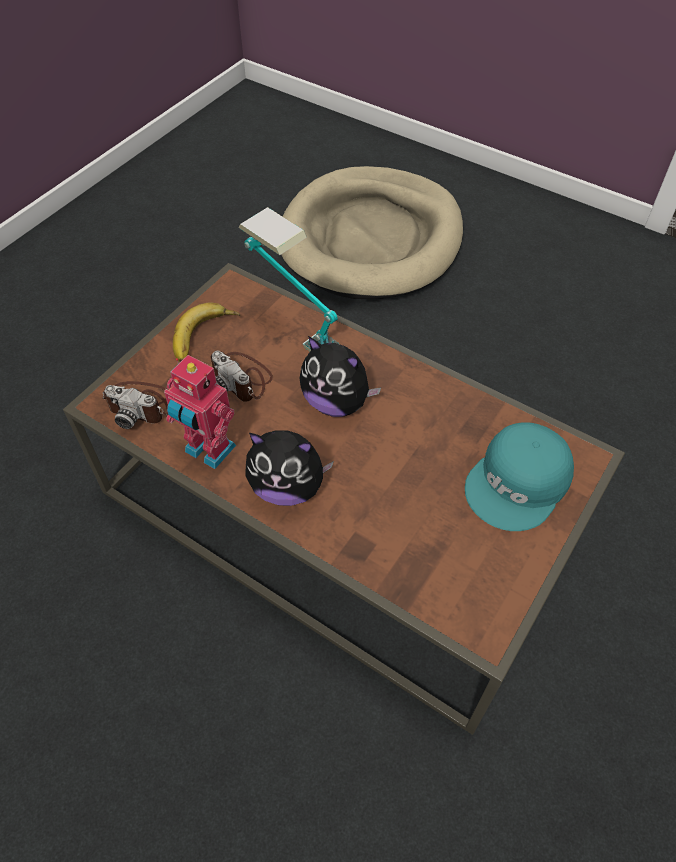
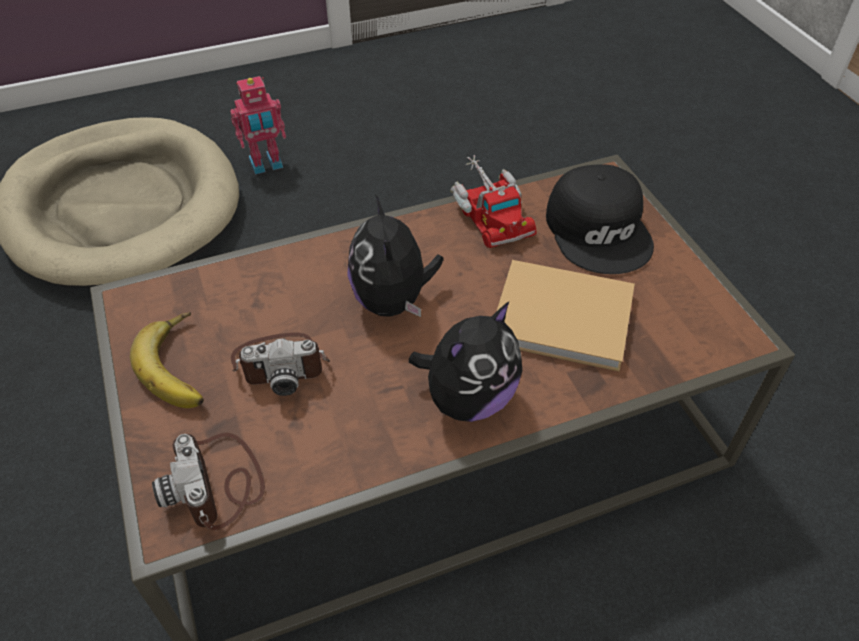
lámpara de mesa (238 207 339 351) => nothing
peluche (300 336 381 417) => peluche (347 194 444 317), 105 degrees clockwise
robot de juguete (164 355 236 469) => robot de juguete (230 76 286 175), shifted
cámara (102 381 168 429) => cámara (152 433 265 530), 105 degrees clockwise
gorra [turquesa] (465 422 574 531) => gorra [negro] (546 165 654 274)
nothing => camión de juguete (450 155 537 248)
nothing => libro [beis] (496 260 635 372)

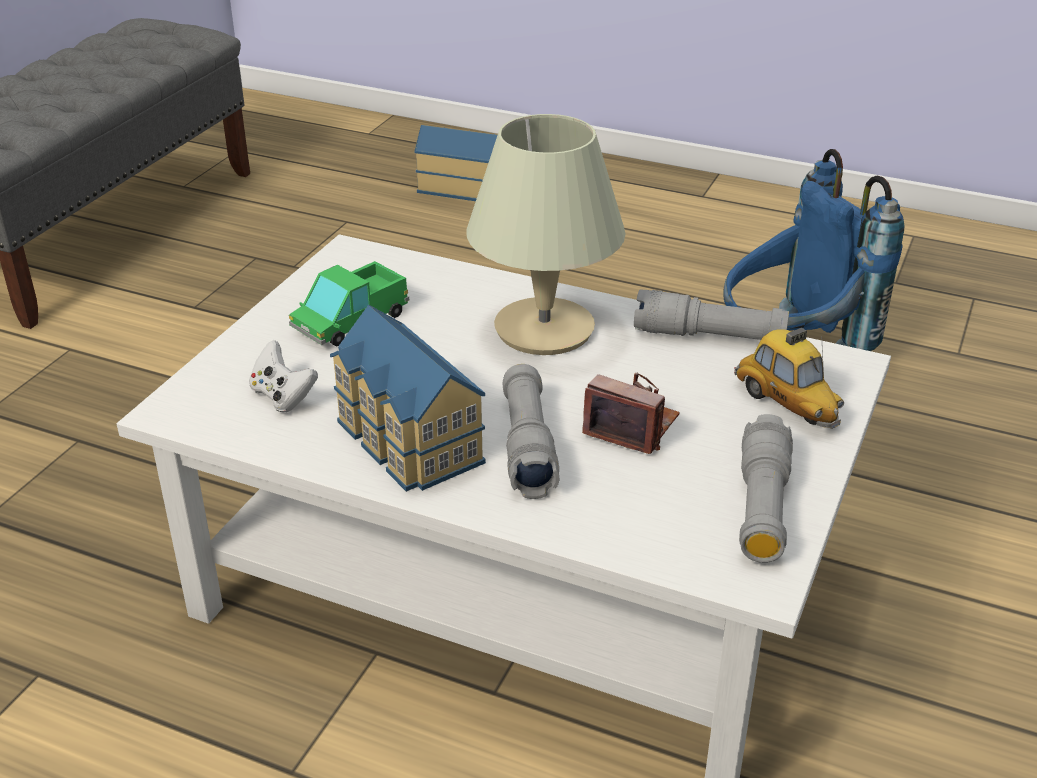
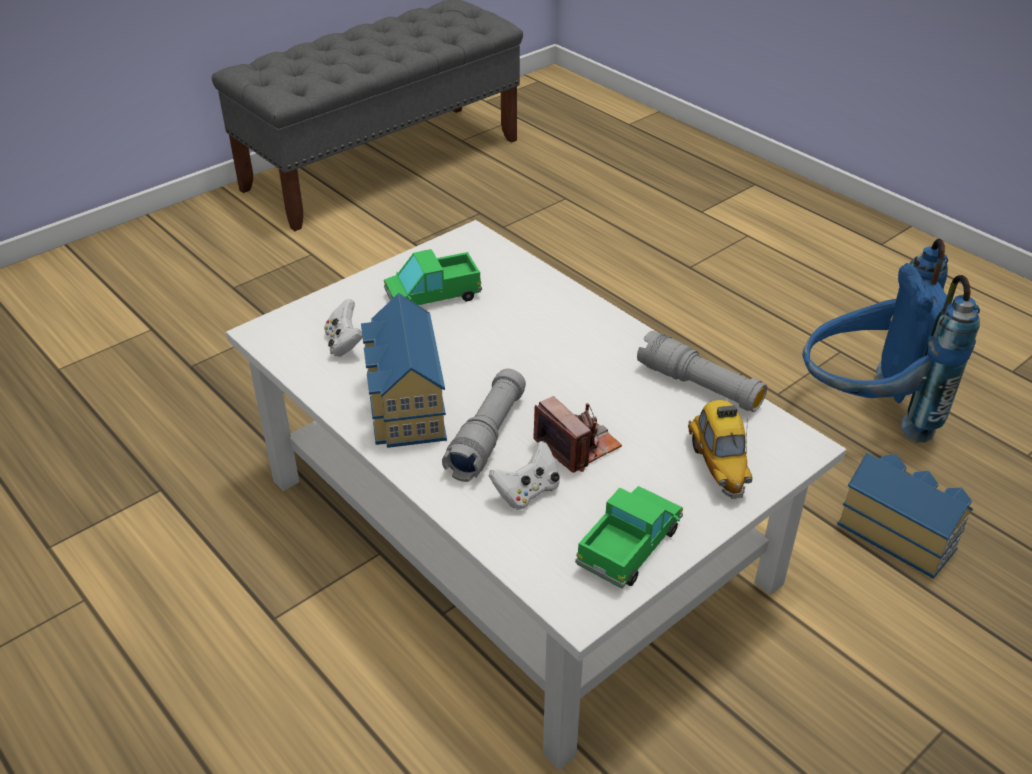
lámpara de mesa [beis] (467 114 626 355) => nothing
casita (414 125 497 201) => casita (837 453 973 579), shifted
linterna [gris] (739 414 793 563) => camión de juguete (575 486 683 589)
nothing => mando de consola [blanco] (489 441 560 510)

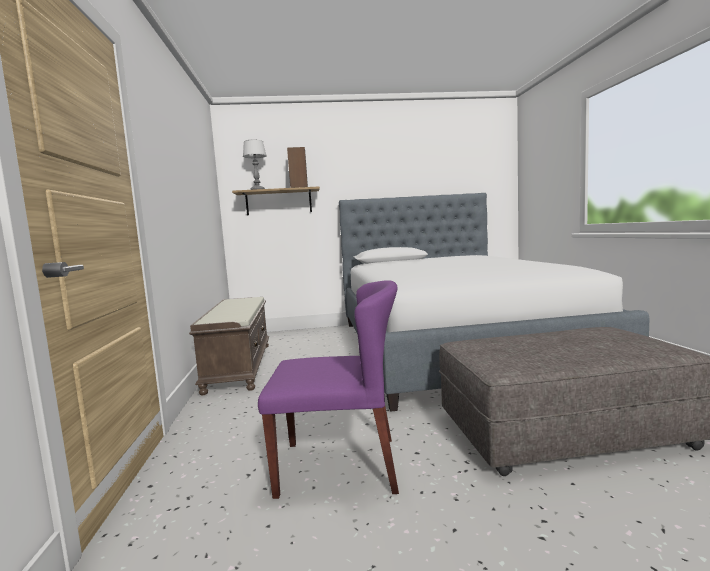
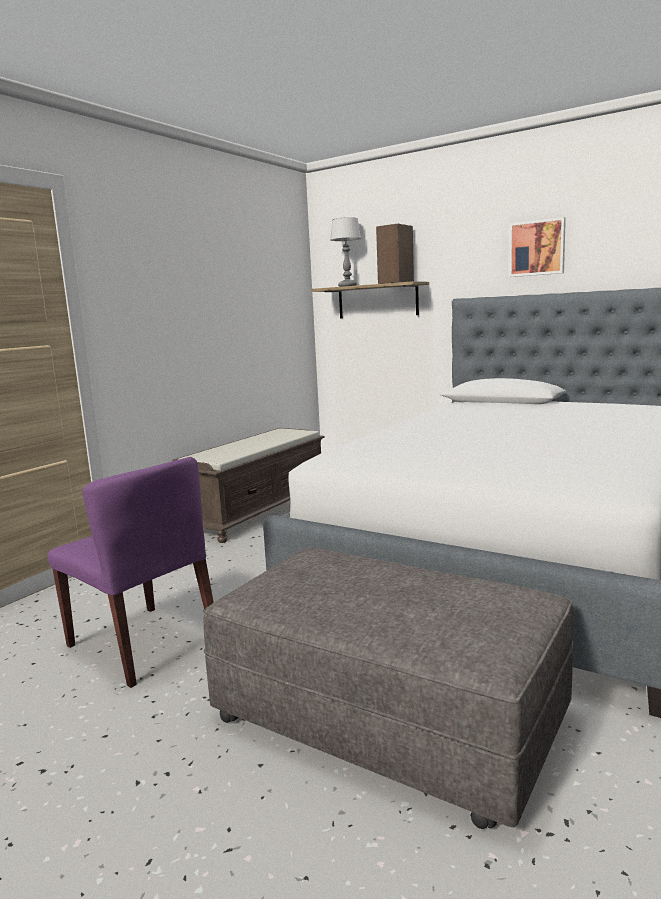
nothing => cuadro (509 217 566 277)

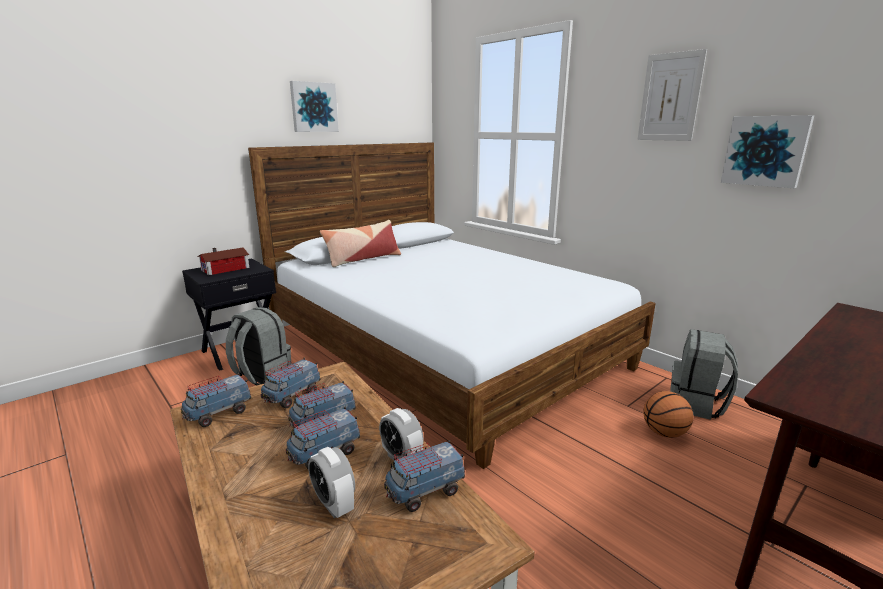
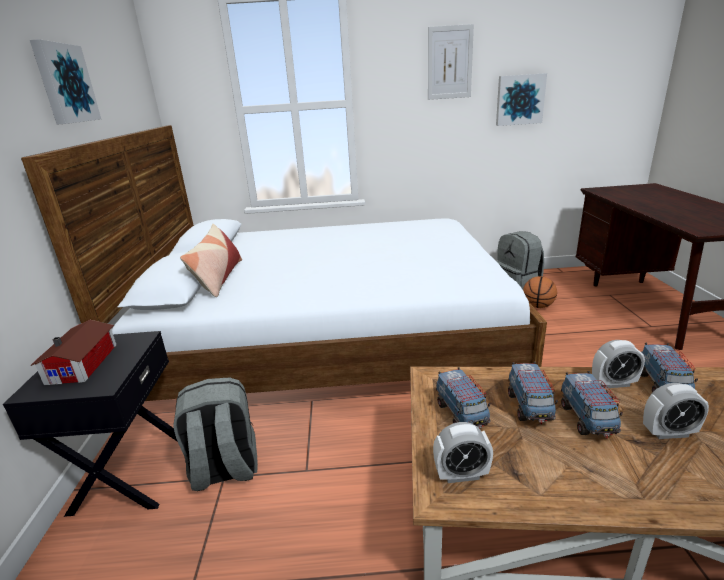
camión de juguete (181 373 251 427) => despertador (433 422 493 483)

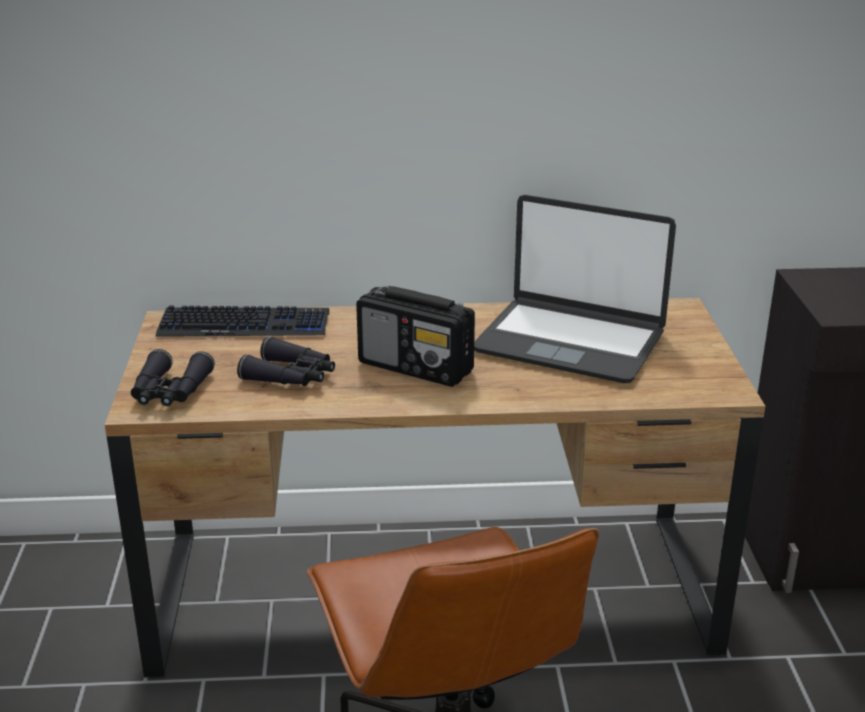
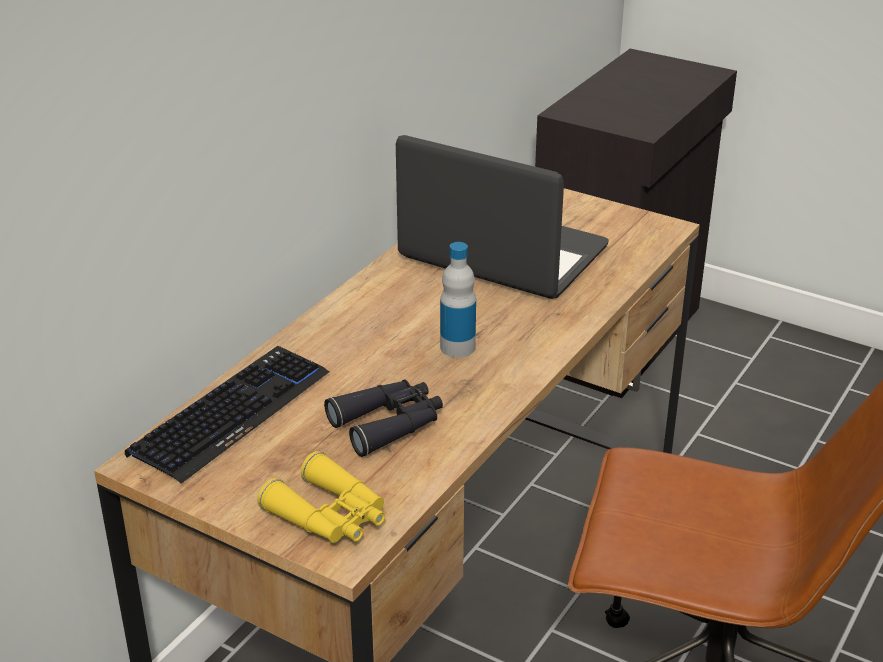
portátil (474 195 676 383) => portátil (396 135 608 299), 120 degrees counterclockwise
radio (356 286 475 387) => botella (440 242 476 358)
prismáticos [negro] (131 349 215 406) => prismáticos [amarillo] (257 451 385 543)

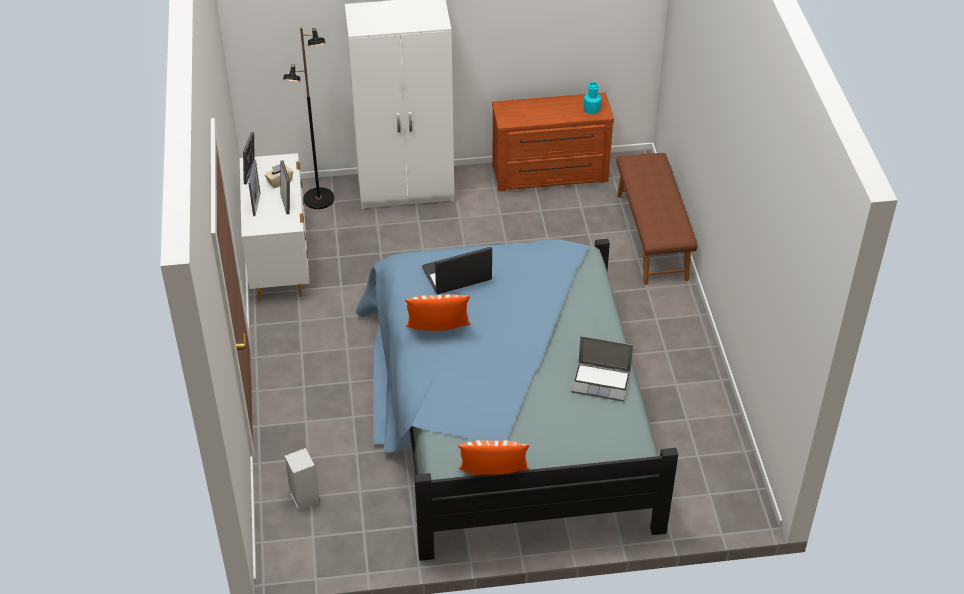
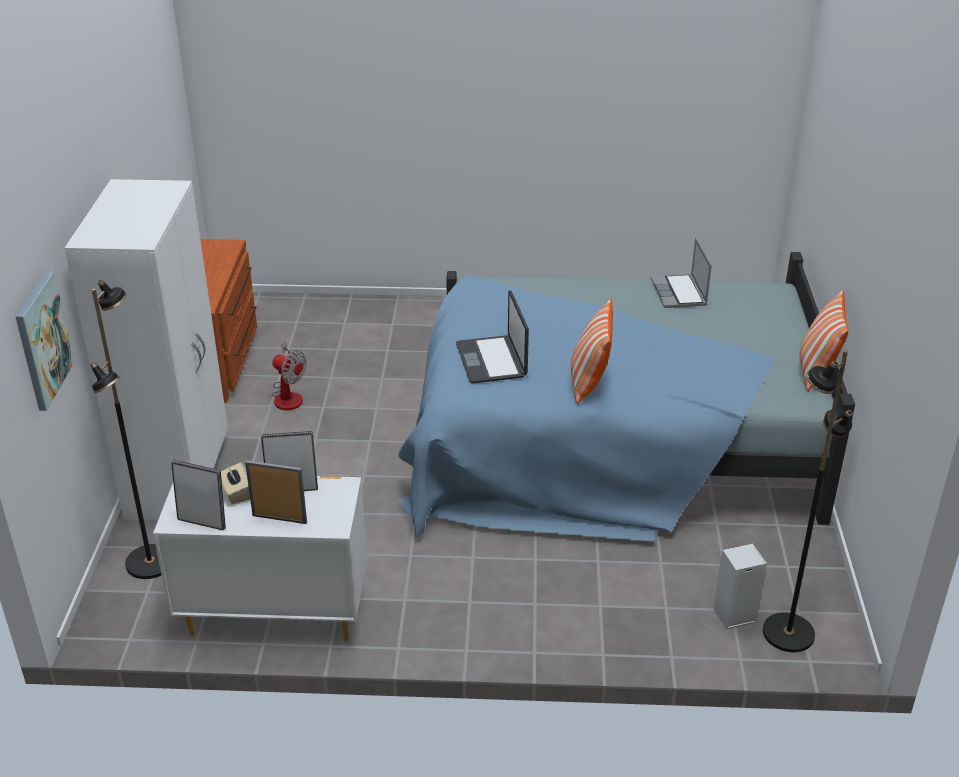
botella [turquesa] (584 82 601 114) => nothing
banco [marrón] (616 153 698 285) => nothing
portátil (571 336 633 402) => portátil (651 237 712 308), 150 degrees clockwise
nothing => cuadro (15 271 75 411)
nothing => ventilador (272 341 307 410)
nothing => lámpara de pie [negro] (763 350 853 652)

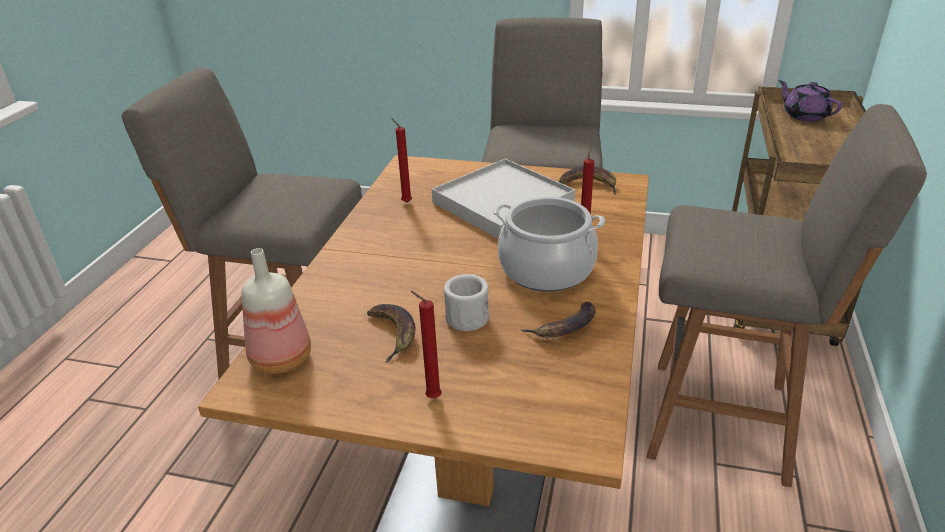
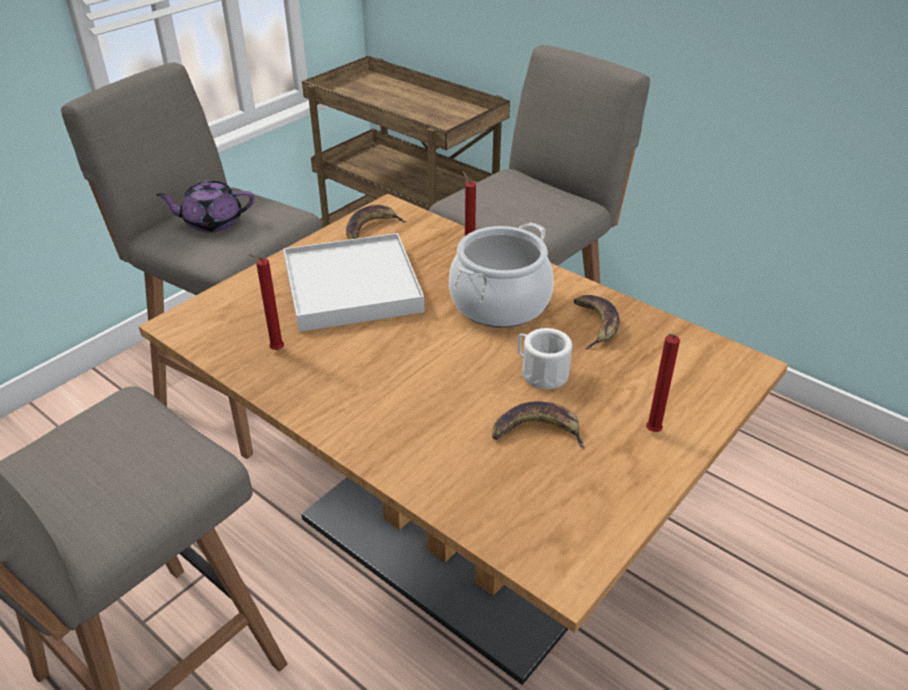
tetera [morado] (778 80 842 122) => tetera [morado] (156 180 254 232), shifted
botella (242 248 311 374) => nothing

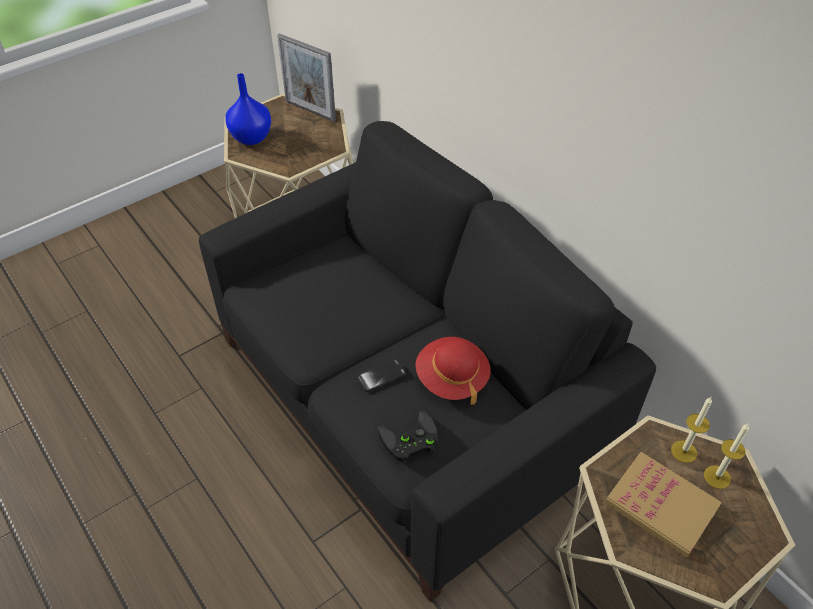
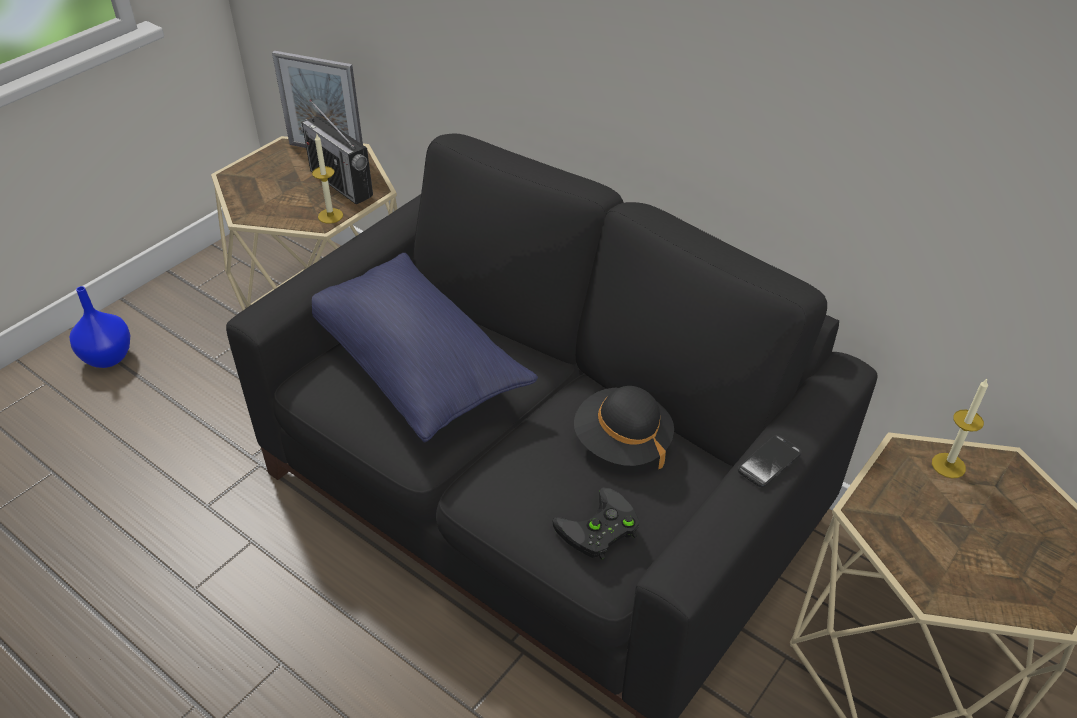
florero [azul] (225 73 271 145) => florero [azul] (70 286 130 368), shifted
sombrero [rojo] (416 337 491 405) => sombrero [negro] (574 386 674 469)
móvil (357 359 405 392) => móvil (738 435 801 488), shifted
vela (704 424 749 489) => vela (312 134 343 223), shifted
libro (605 452 722 558) => nothing
nothing => radio (301 100 373 204)
nothing => cojín [azul] (312 253 538 443)

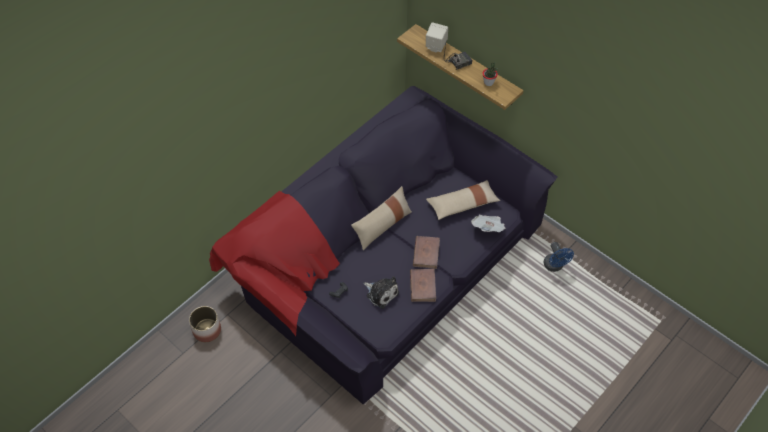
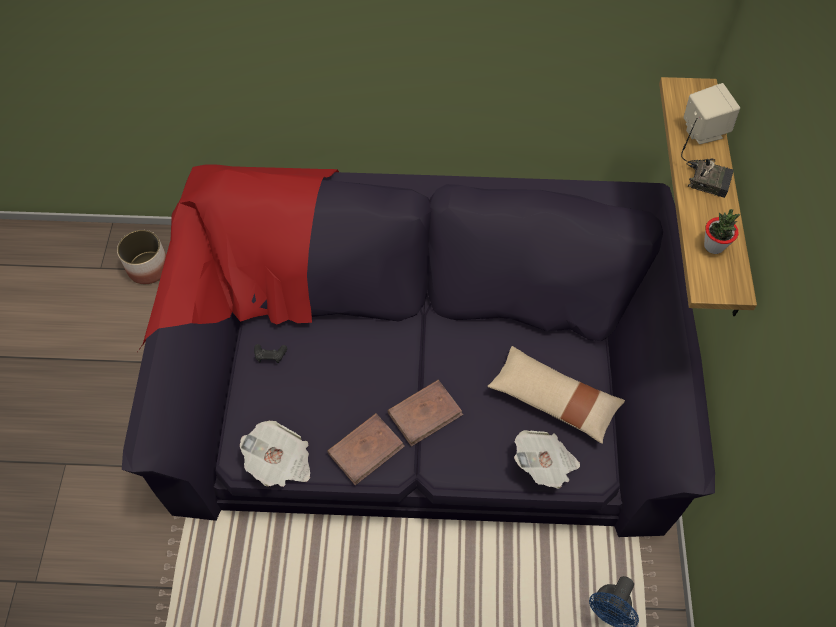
cojín [beis] (351 186 412 250) => nothing
peluche (364 276 399 309) => nothing
nothing => periódico (240 421 310 487)

